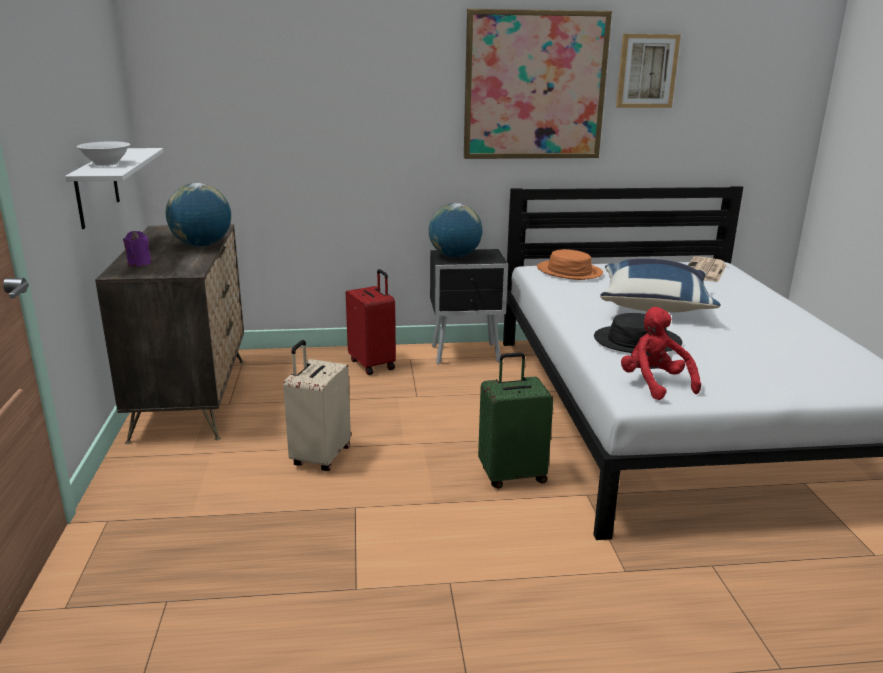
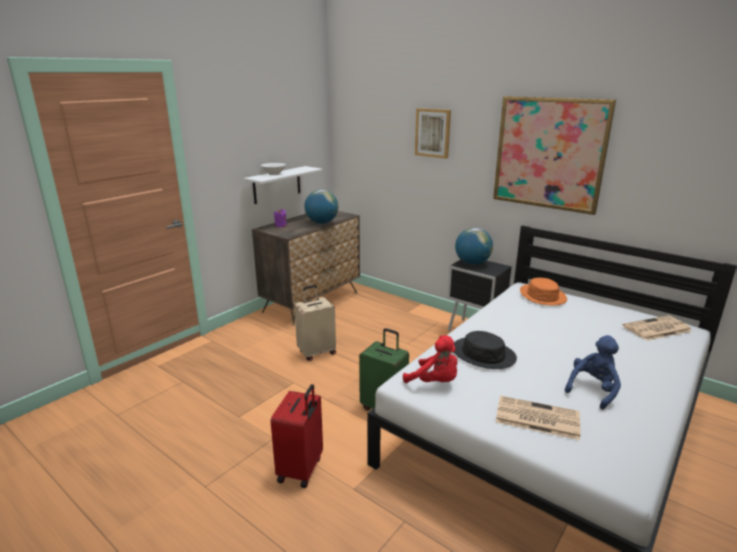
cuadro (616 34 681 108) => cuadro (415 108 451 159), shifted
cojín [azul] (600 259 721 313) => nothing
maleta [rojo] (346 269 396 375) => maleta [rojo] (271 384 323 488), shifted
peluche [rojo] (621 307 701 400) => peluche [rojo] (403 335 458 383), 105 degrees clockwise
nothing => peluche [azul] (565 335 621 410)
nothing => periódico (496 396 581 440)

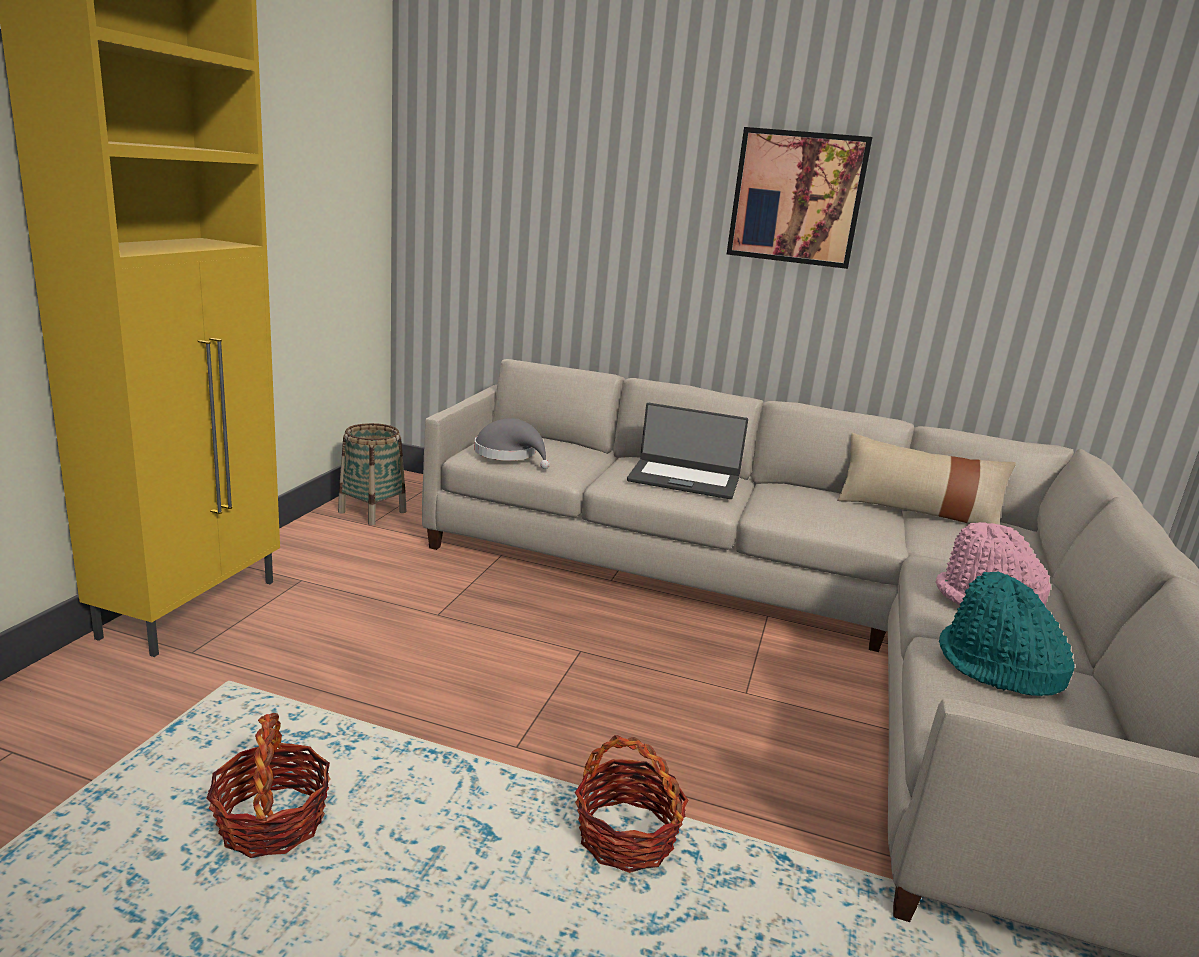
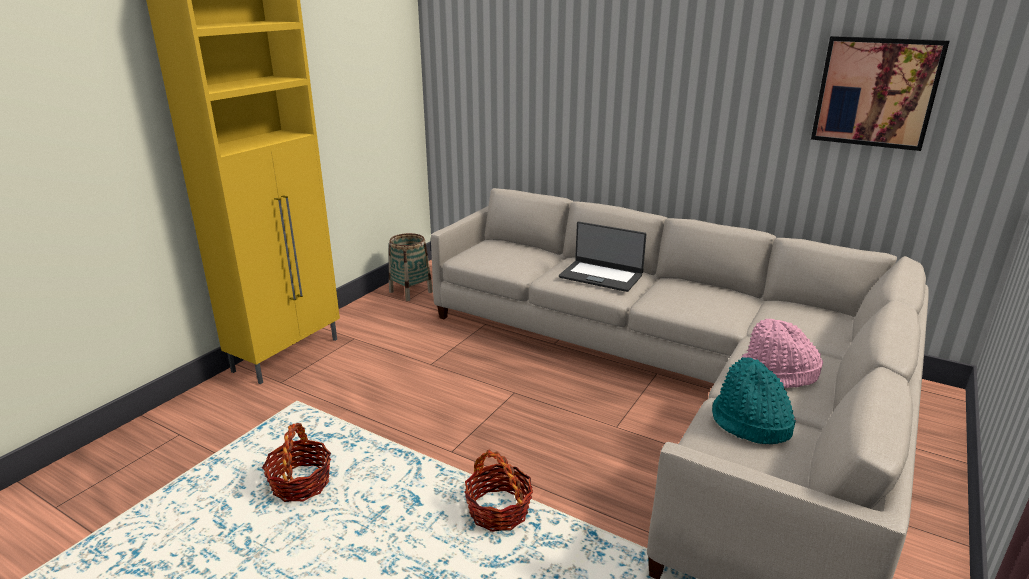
cuadro (727 127 872 269) => cuadro (811 36 950 151), shifted
sombrero [gris] (474 418 550 469) => nothing
cojín [beis] (837 433 1016 525) => nothing

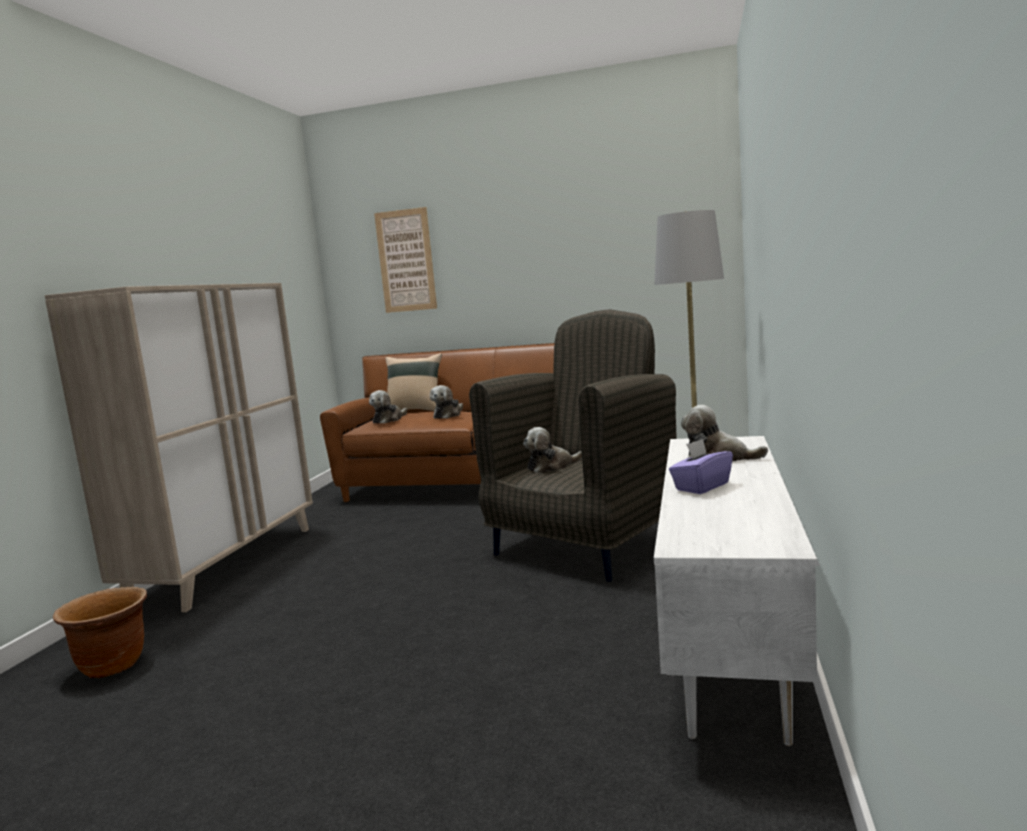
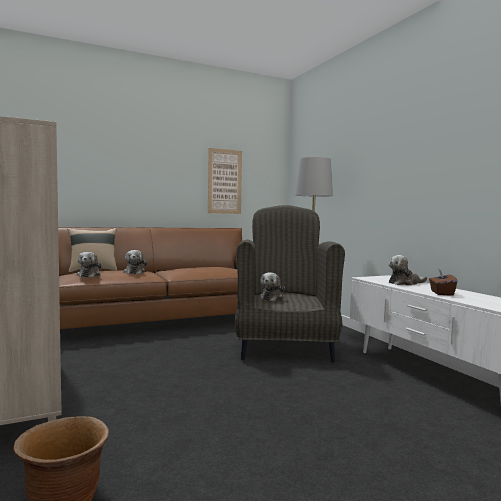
cuadro (374 207 437 313) => cuadro (208 148 242 214), shifted
caja de pañuelos [morado] (669 439 733 494) => caja de pañuelos [marrón] (429 268 457 296)

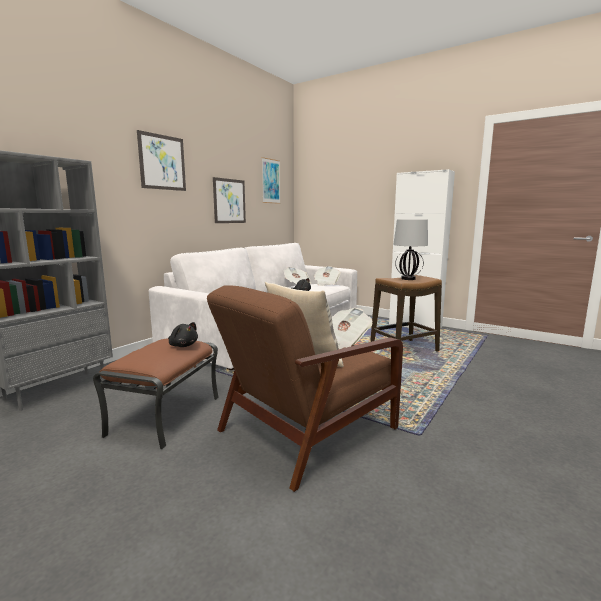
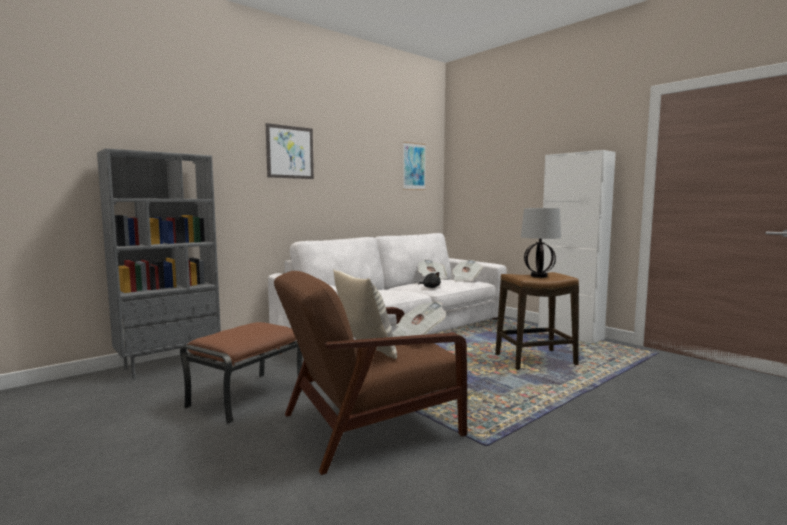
cuadro (213 177 246 223) => nothing
peluche [negro] (168 322 198 347) => nothing

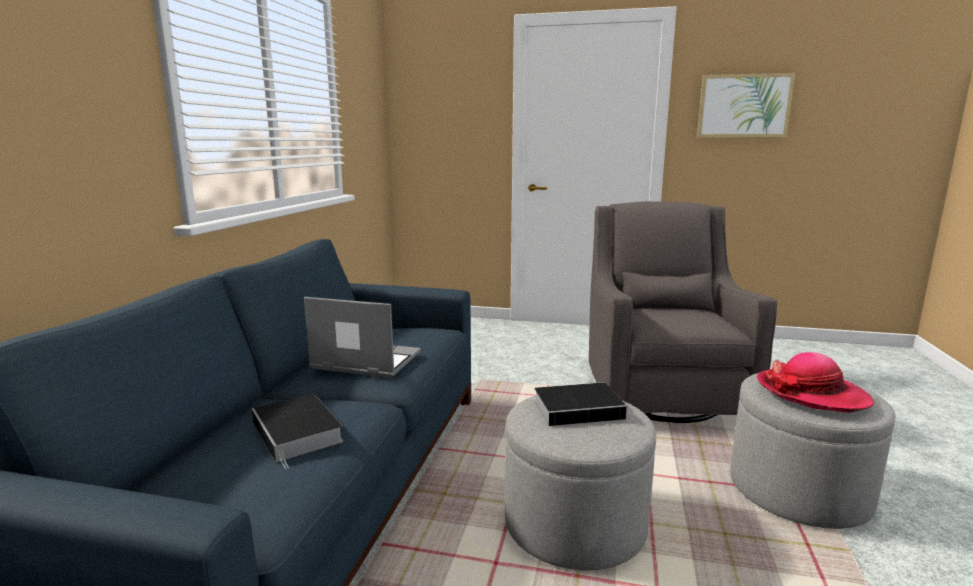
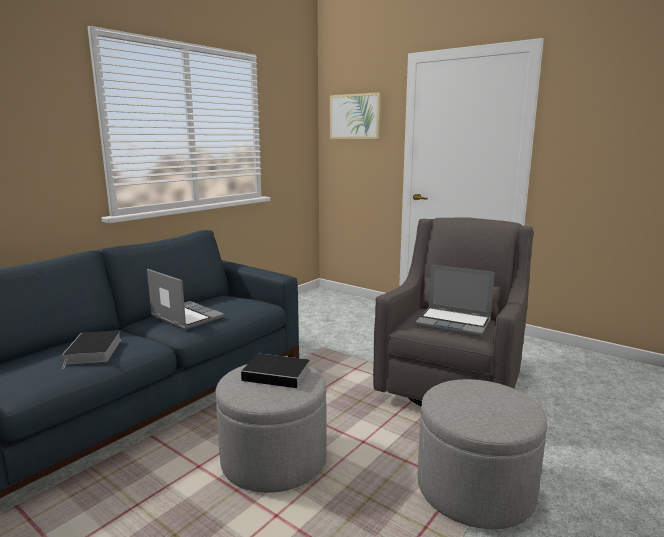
cuadro (697 73 795 138) => cuadro (330 92 382 139), shifted
sombrero (757 352 874 413) => nothing
nothing => portátil (415 265 495 337)

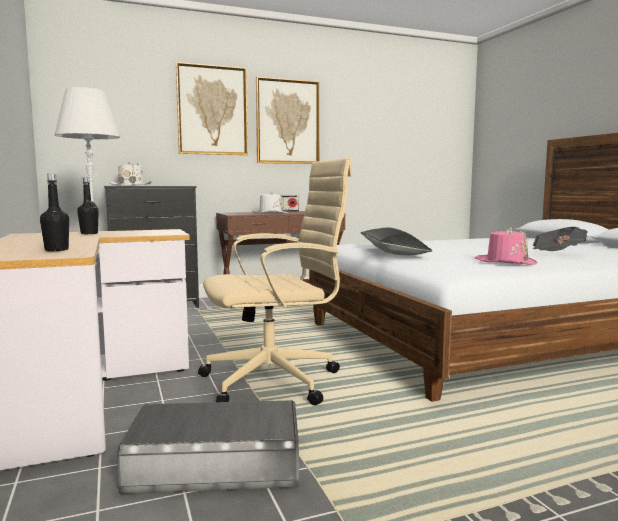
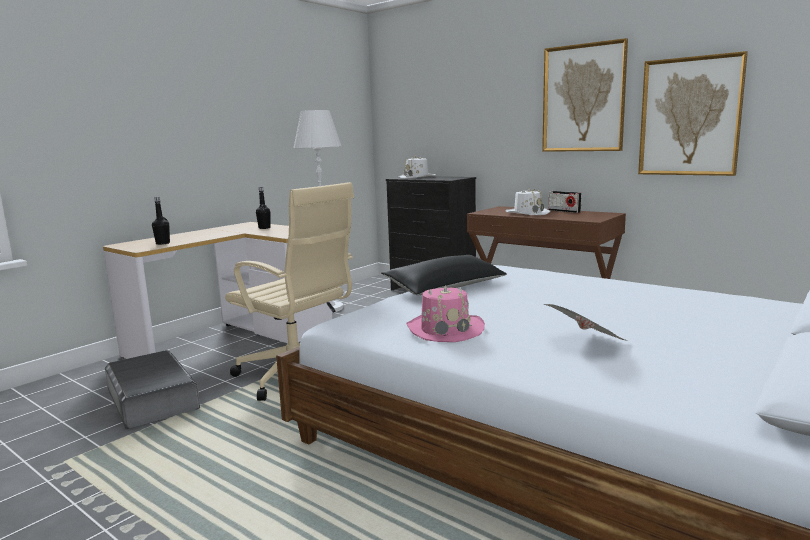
cuadro (176 62 248 155) => cuadro (638 51 748 176), shifted

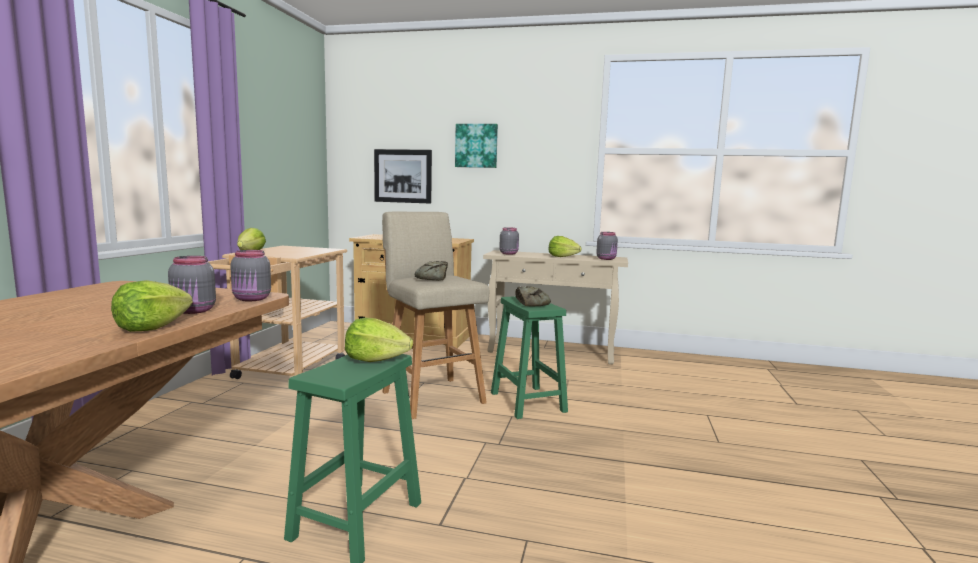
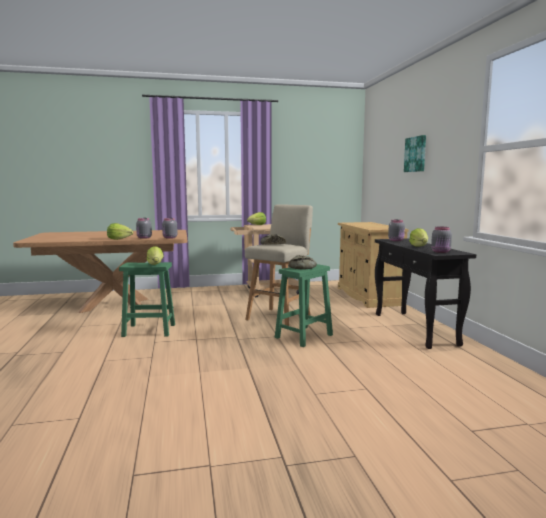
cuadro (374 149 432 204) => nothing
mesa consola [beis] (483 250 628 365) => mesa consola [negro] (375 238 476 349)

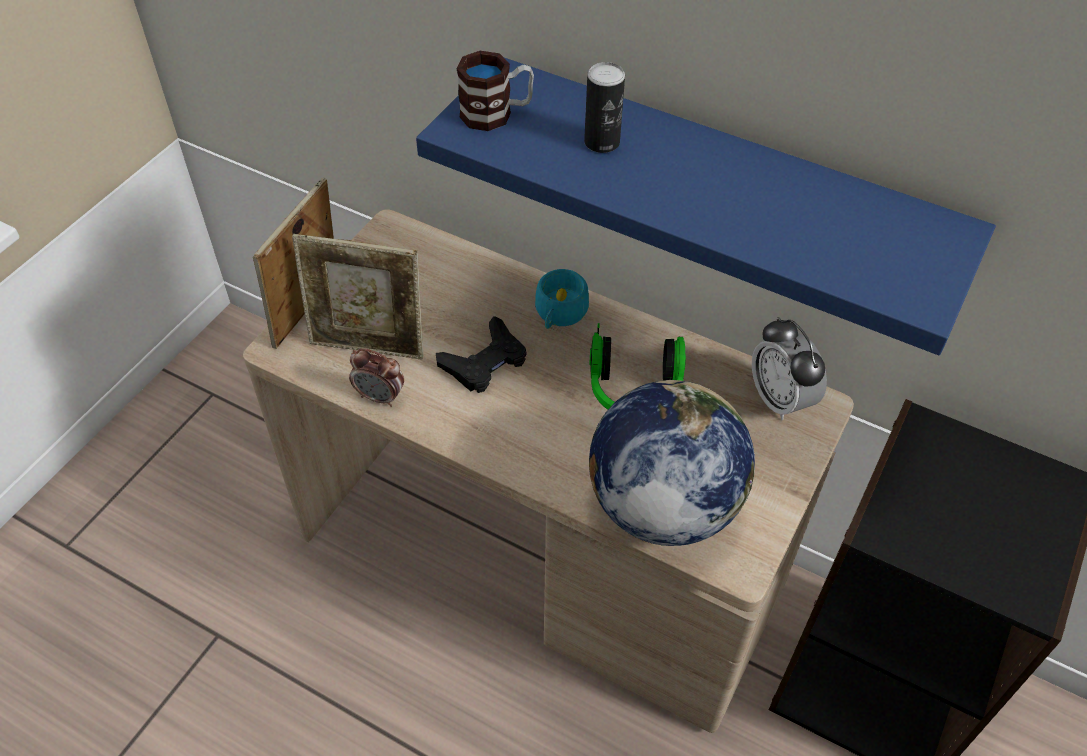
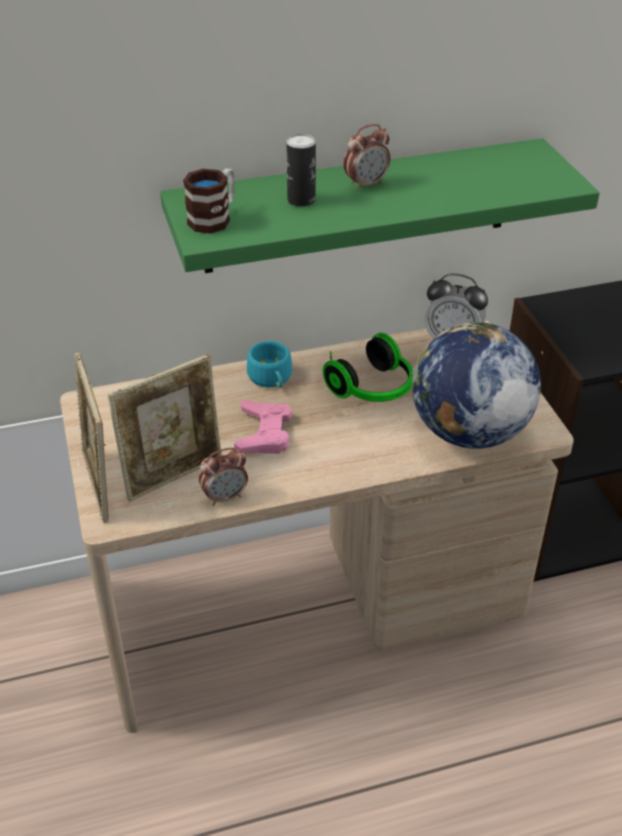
estante [azul] (416 57 996 355) => estante [verde] (160 138 600 273)
mando de consola [negro] (436 316 527 393) => mando de consola [rosa] (234 400 292 454)
nothing => despertador (343 124 390 191)

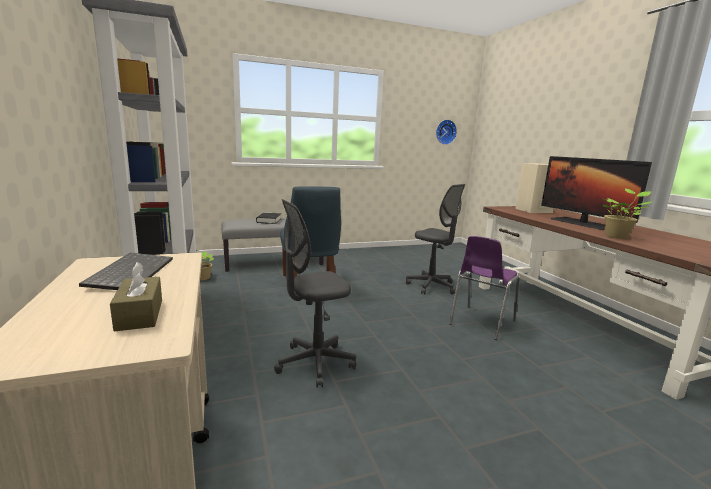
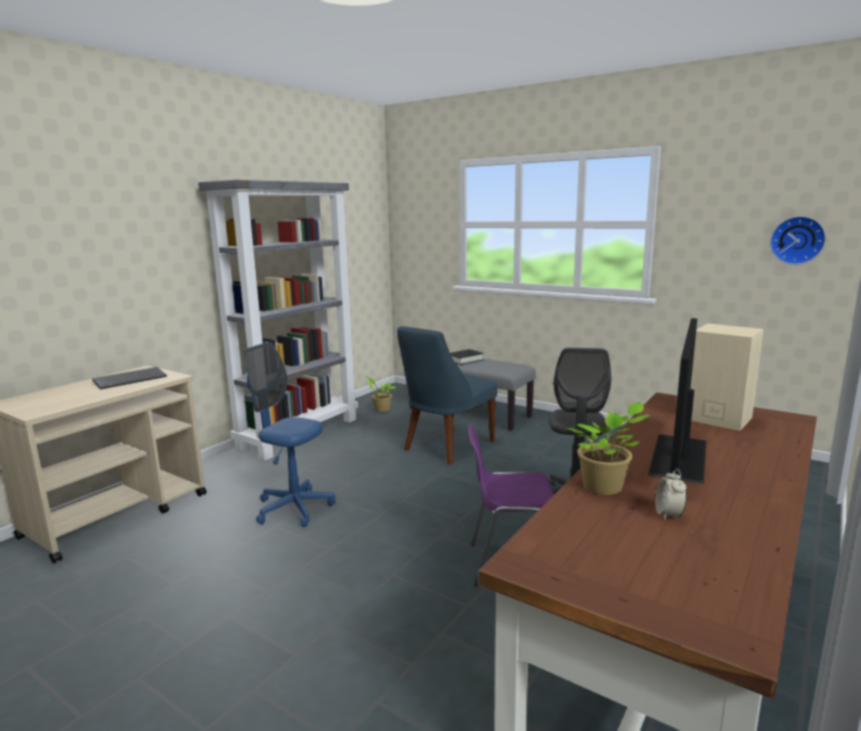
silla de oficina [gris] (274 199 356 388) => silla de oficina [azul] (243 342 336 527)
caja de pañuelos [marrón] (110 262 162 332) => nothing
nothing => despertador (655 469 687 520)

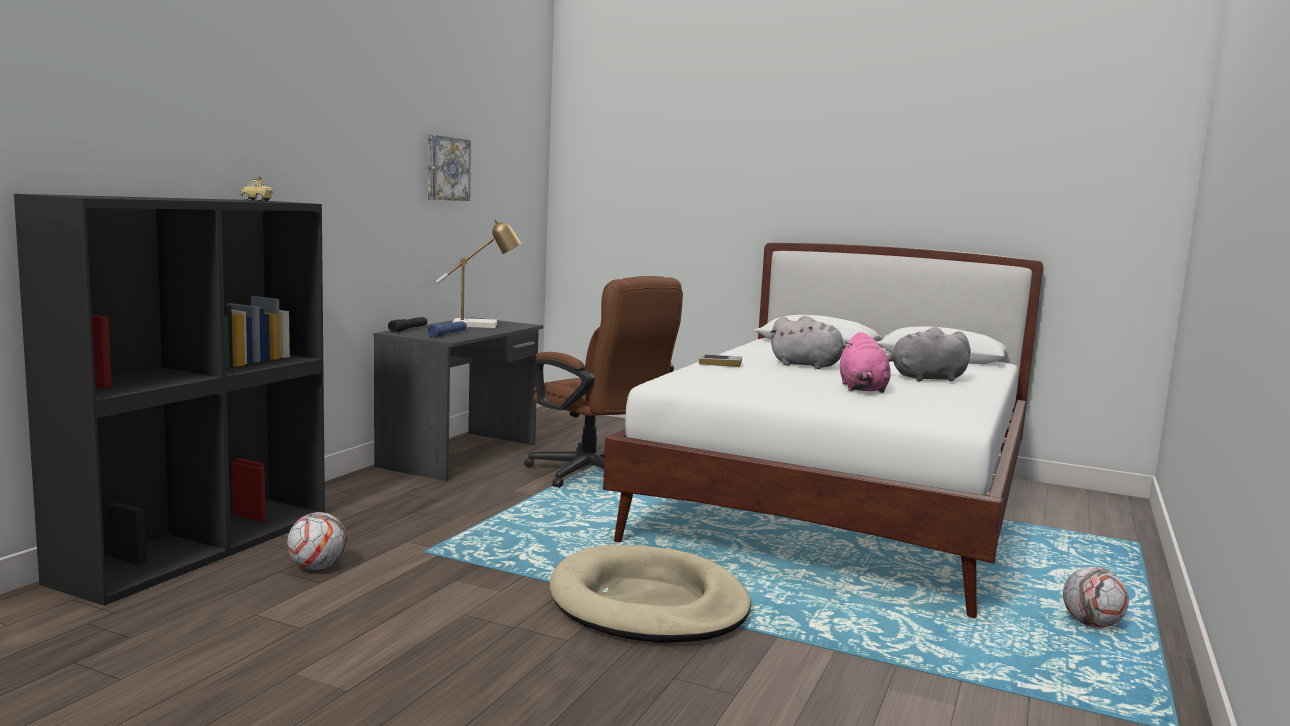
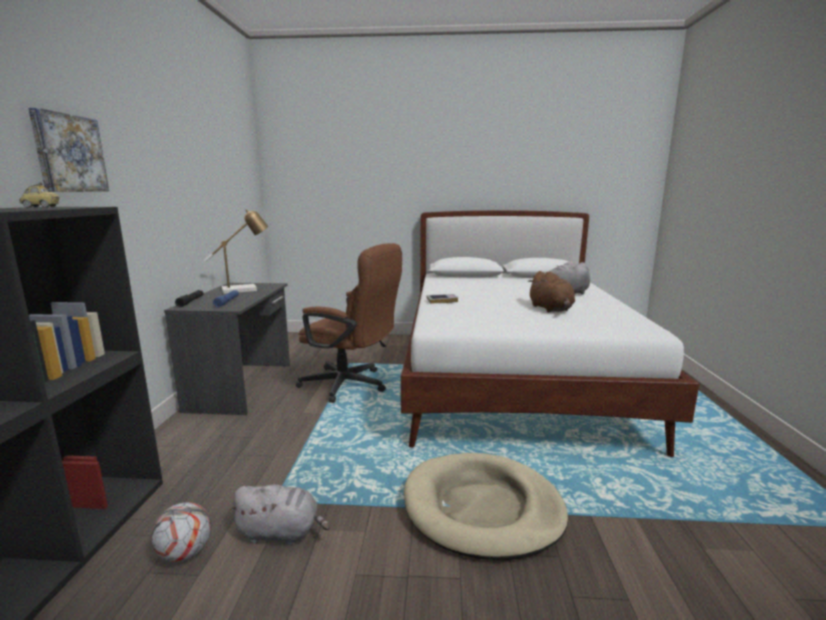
cuadro (428 135 471 201) => cuadro (28 108 109 192), shifted
peluche [gris] (770 316 845 369) => peluche [gris] (228 484 330 545), shifted
peluche [rosa] (840 332 891 393) => peluche [marrón] (528 271 575 312)
balón de fútbol (1063 567 1129 628) => nothing

